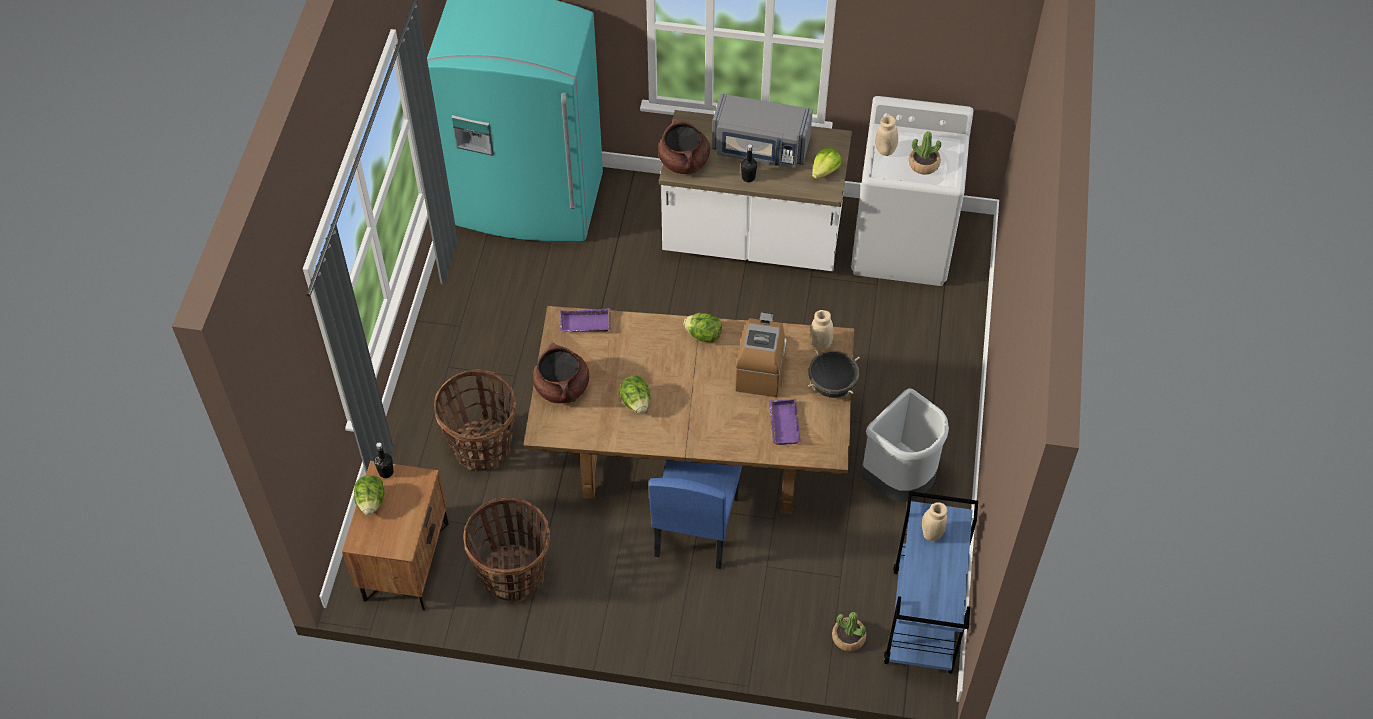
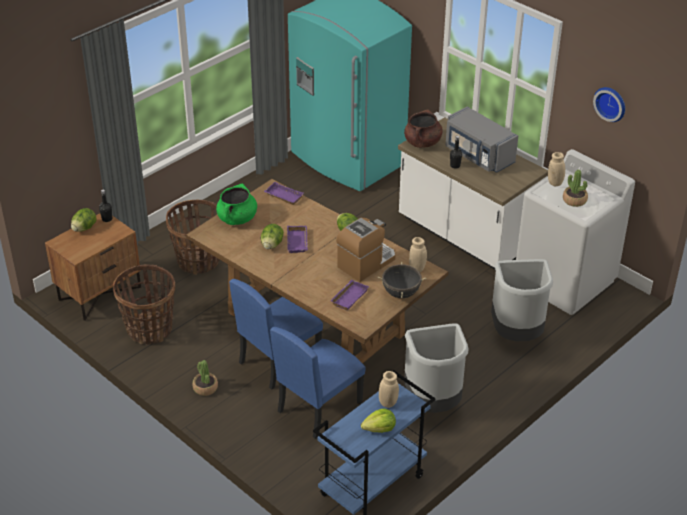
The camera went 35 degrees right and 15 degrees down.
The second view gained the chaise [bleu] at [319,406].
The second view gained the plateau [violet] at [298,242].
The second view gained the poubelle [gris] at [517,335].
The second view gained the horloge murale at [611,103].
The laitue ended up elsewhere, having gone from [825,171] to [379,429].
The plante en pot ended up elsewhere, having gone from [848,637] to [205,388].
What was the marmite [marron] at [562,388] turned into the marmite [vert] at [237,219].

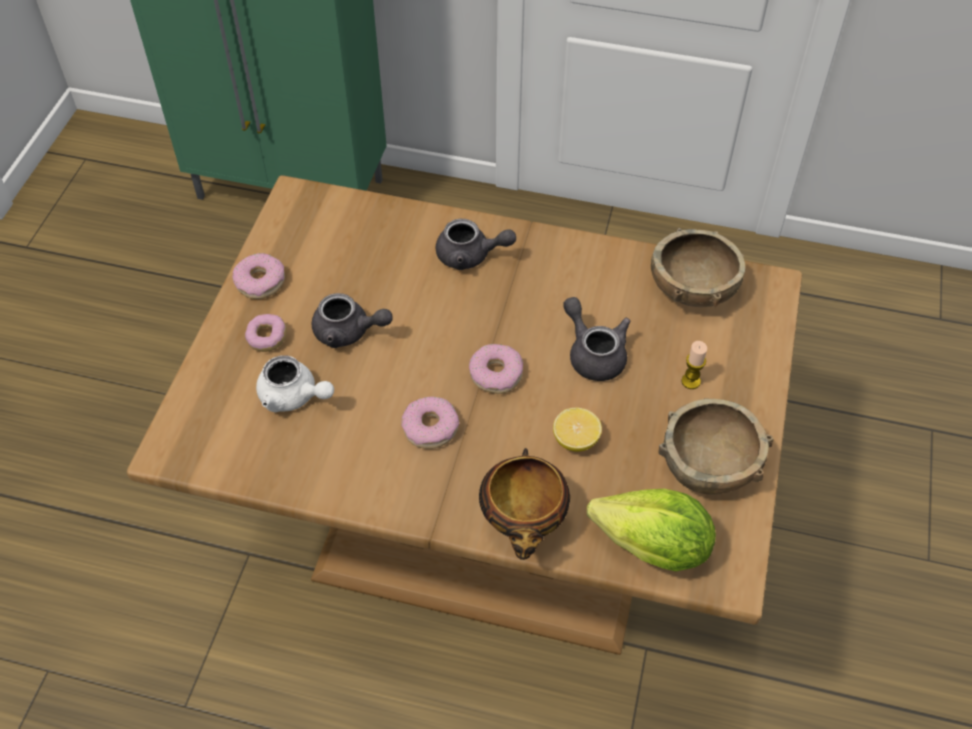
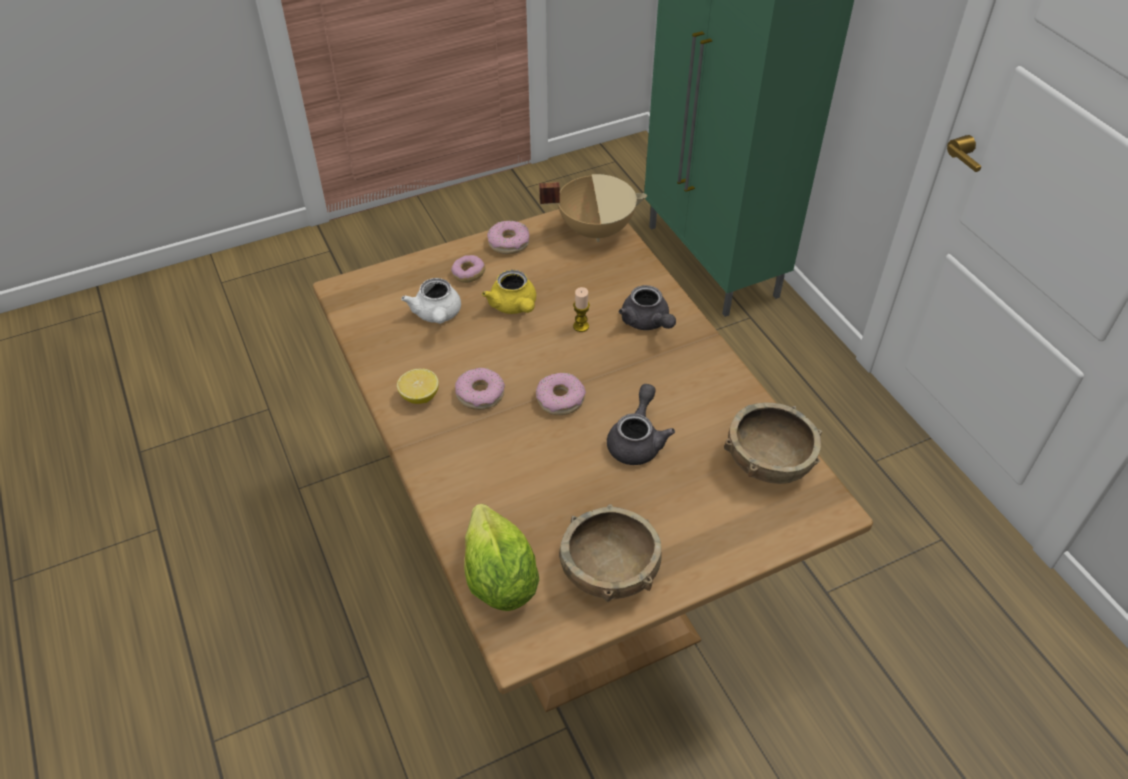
The camera went 50 degrees right and 5 degrees down.
The second view lost the bol at [524,524].
The second view gained the marmite [beige] at [595,229].
The citron ended up elsewhere, having gone from [575,440] to [419,396].
The bougie ended up elsewhere, having gone from [690,381] to [581,326].
What was the théière [gris] at [348,332] turned into the théière [jaune] at [514,306].

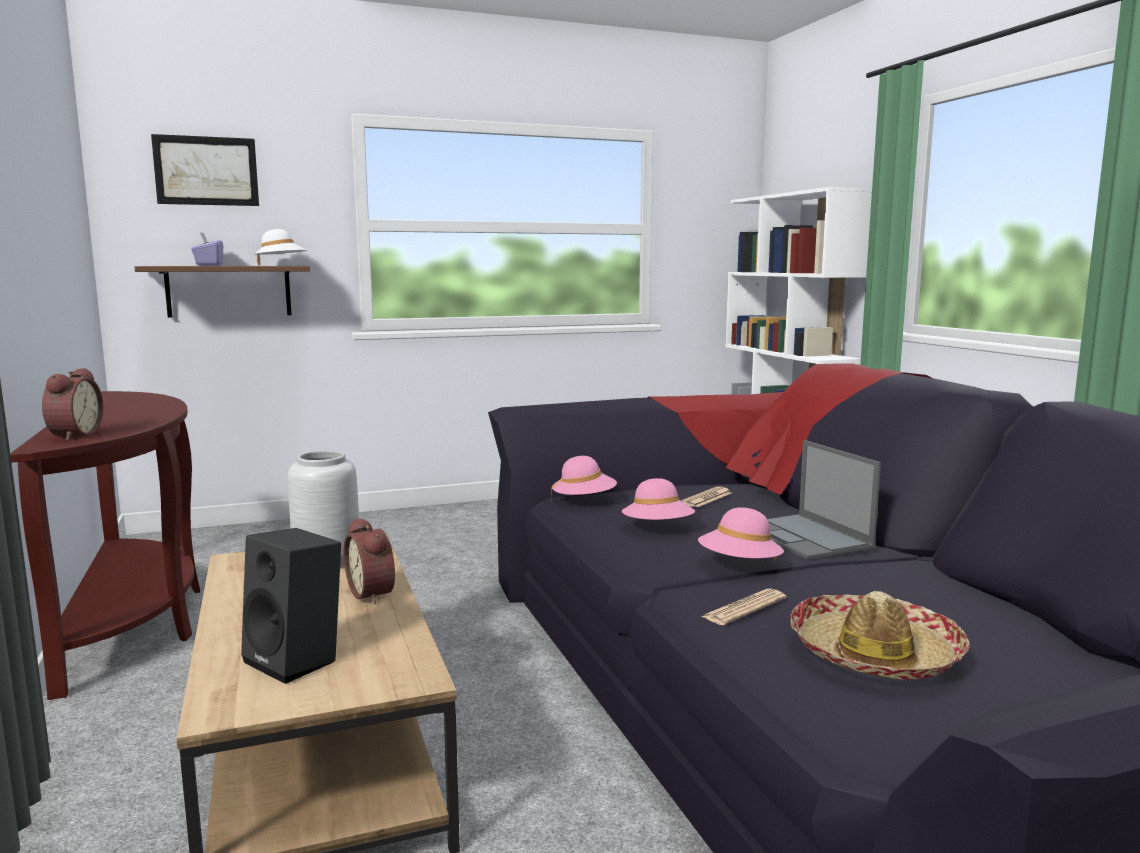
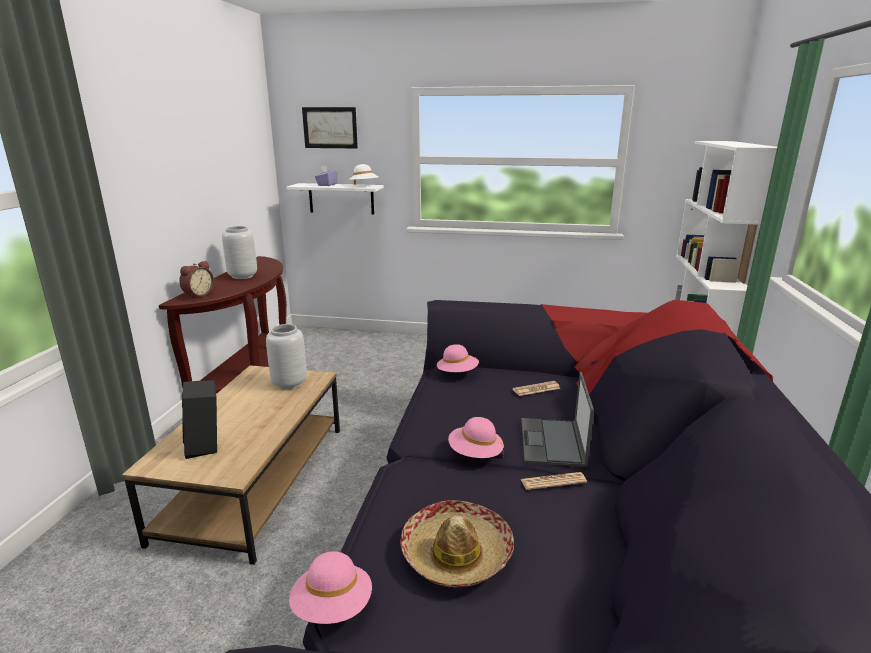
The camera went 30 degrees right and 10 degrees up.
The second view lost the réveil at [374,593].
The second view gained the vase [gris] at [243,276].
The chapeau [rose] ended up elsewhere, having gone from [658,528] to [333,607].
The journal ended up elsewhere, having gone from [744,608] to [553,481].
What was the étagère [marron] at [229,291] turned into the étagère [blanc] at [341,198].

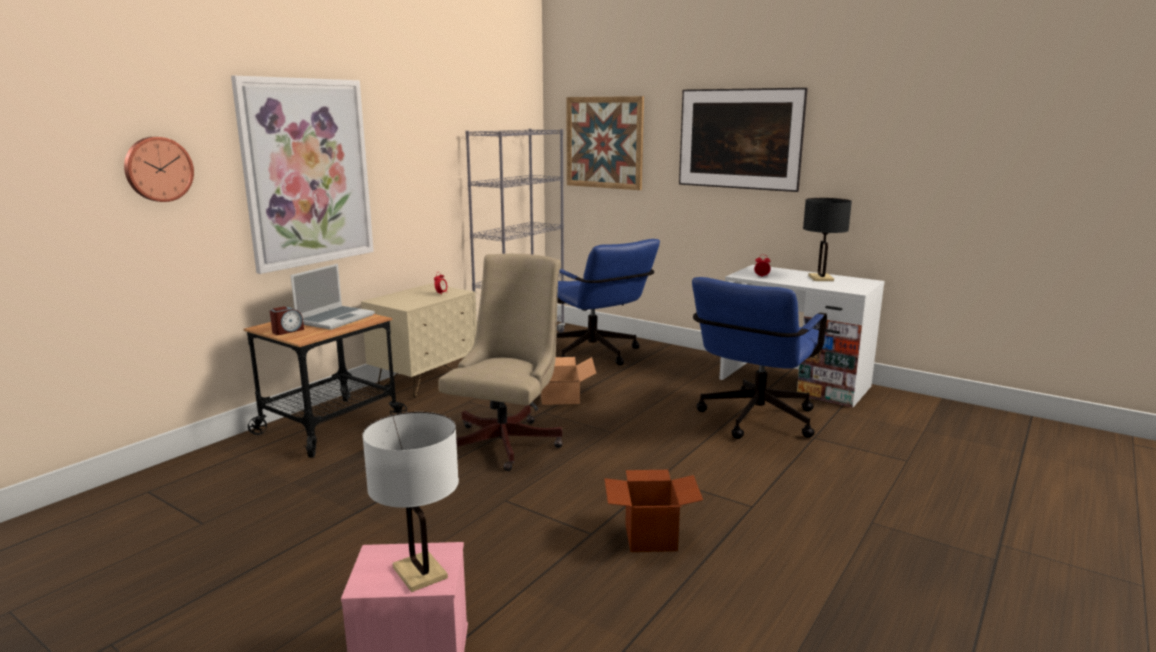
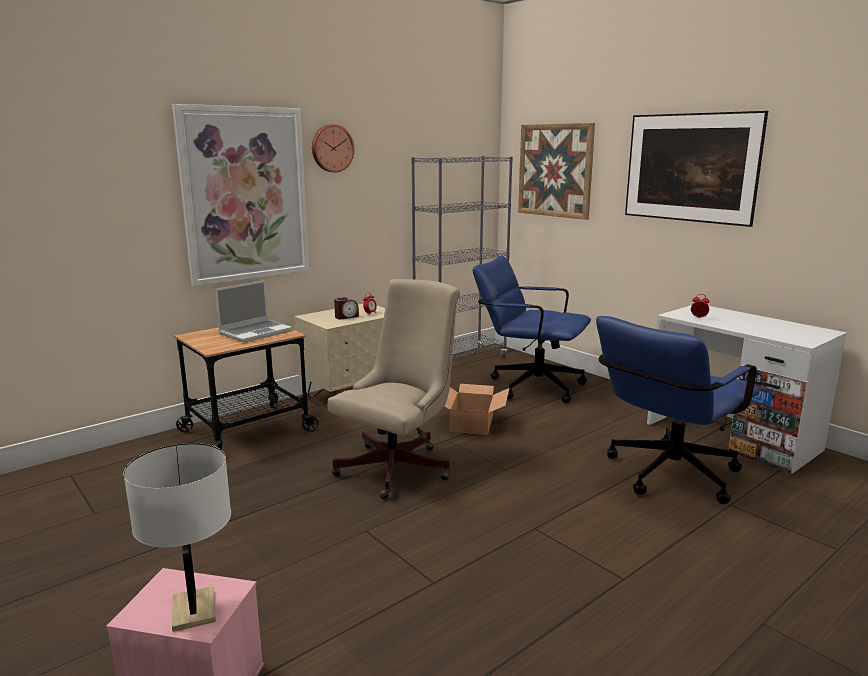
The camera went 15 degrees right and 0 degrees up.
The second view lost the carton at [651,537].
The second view lost the lampe de table [noir] at [820,278].
The horloge murale ended up elsewhere, having gone from [158,169] to [331,148].
The réveil ended up elsewhere, having gone from [287,331] to [346,317].
The chaise de bureau [bleu] at [597,355] ended up facing another way, 135 degrees clockwise from before.

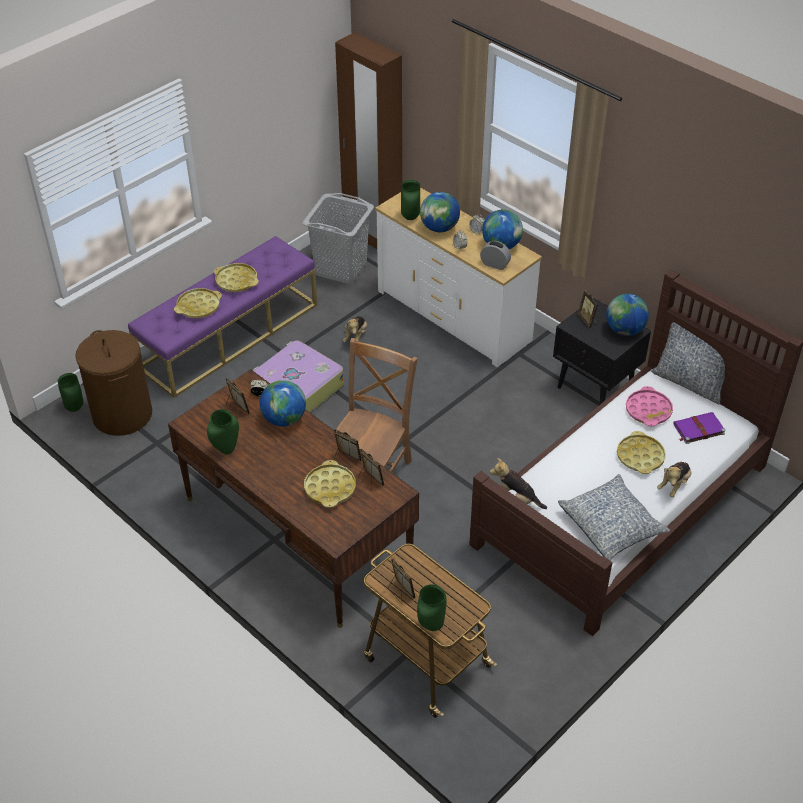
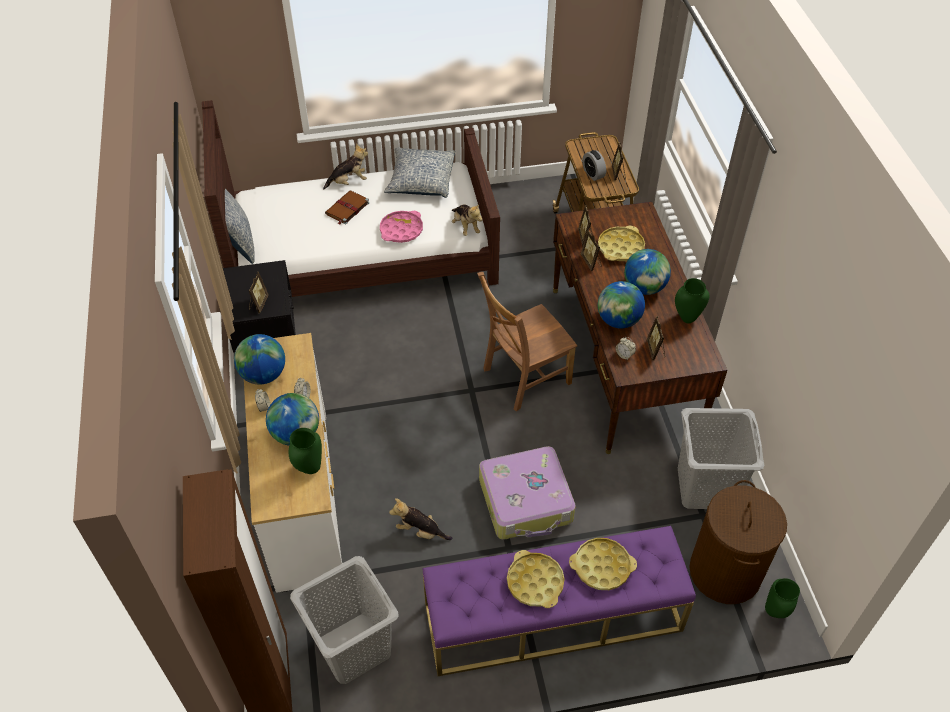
The camera went 145 degrees left and 5 degrees up.
The second view lost the vase [vert] at [431,626].
The second view lost the livre [violet] at [698,429].
The second view gained the panier à linge [gris] at [706,488].
The réveil ended up elsewhere, having gone from [495,264] to [593,174].
The globe ended up elsewhere, having gone from [624,330] to [644,287].
The plateau [rose] ended up elsewhere, having gone from [648,410] to [401,230].
Where the plateau [jaune] stood at [640,456], the livre [marron] came to stand at [347,209].
The peluche at [356,336] ended up facing another way, 120 degrees counterclockwise from before.

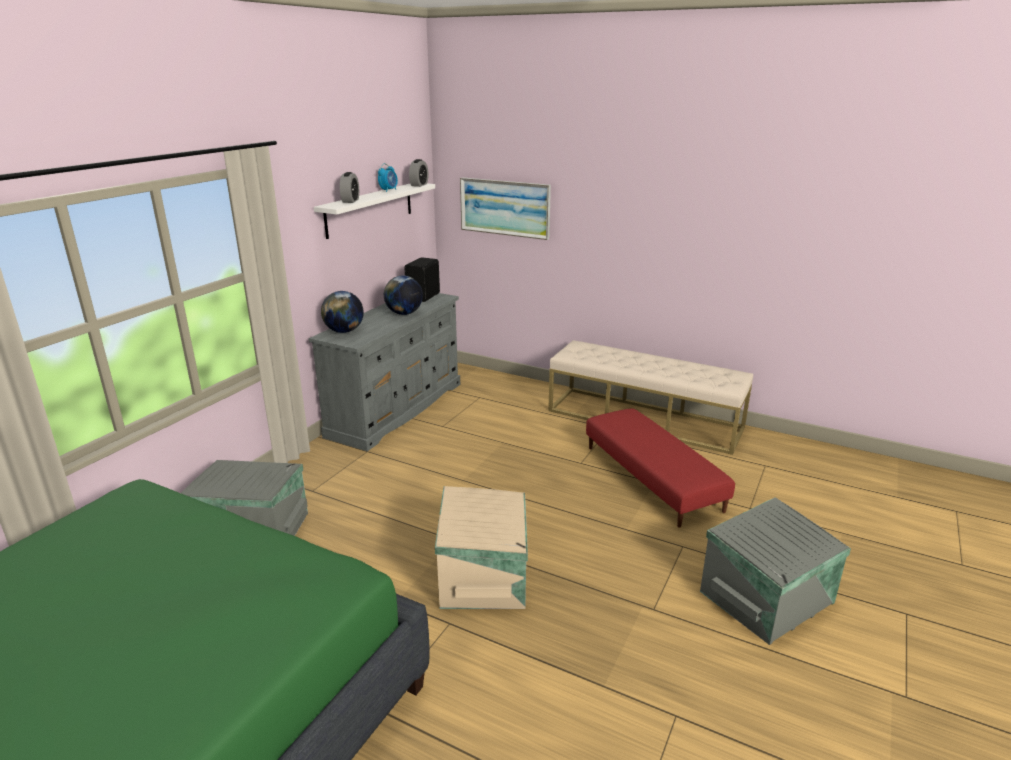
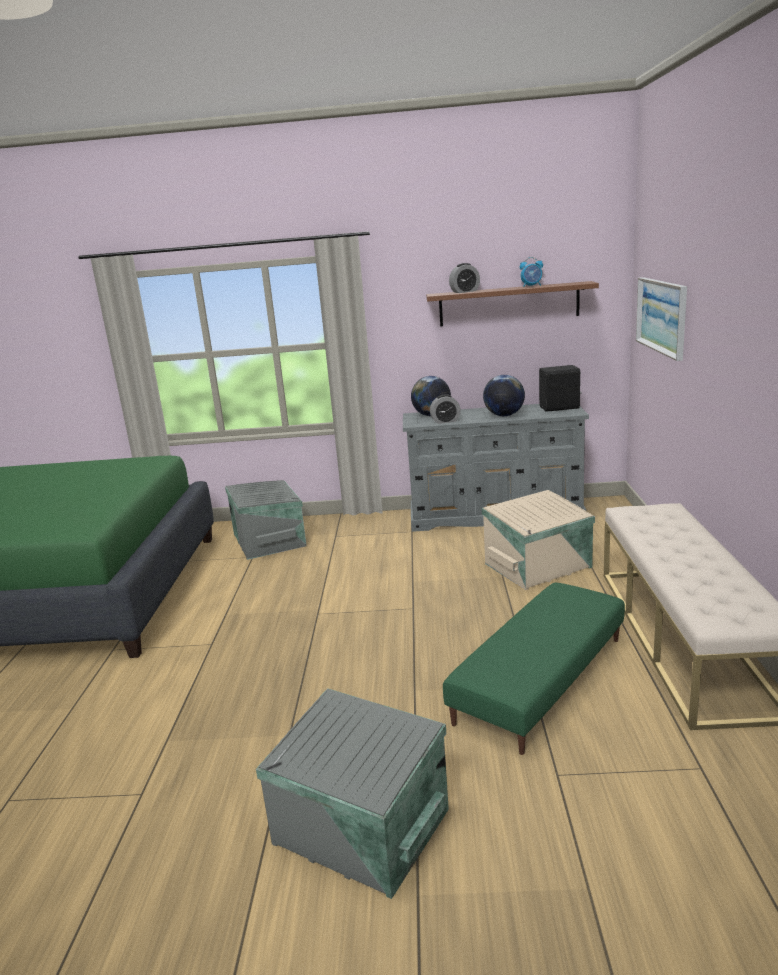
The camera went 65 degrees right and 5 degrees down.
The réveil ended up elsewhere, having gone from [419,185] to [445,421].
The boîte de rangement [beige] ended up elsewhere, having gone from [485,573] to [539,566].
What was the étagère [blanc] at [370,209] turned into the étagère [marron] at [509,304].
What was the pouf [rouge] at [652,478] turned into the pouf [vert] at [541,679].

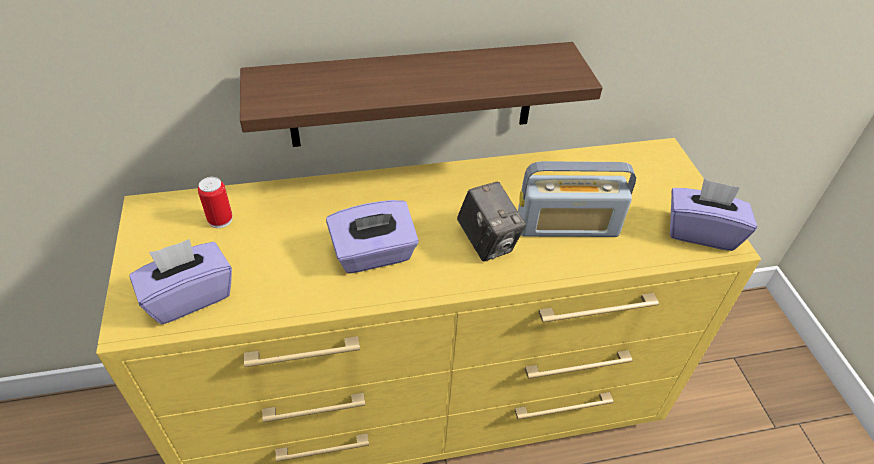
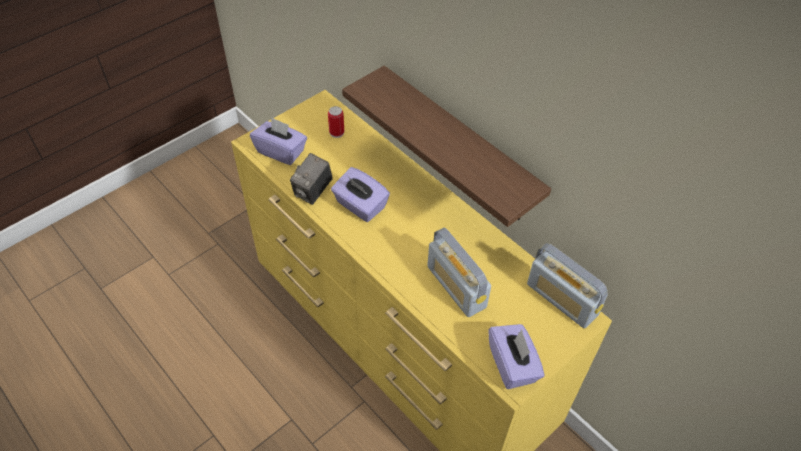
The camera went 60 degrees right and 5 degrees up.
The second view gained the radio at [562,299].
The appareil photo ended up elsewhere, having gone from [487,242] to [313,192].

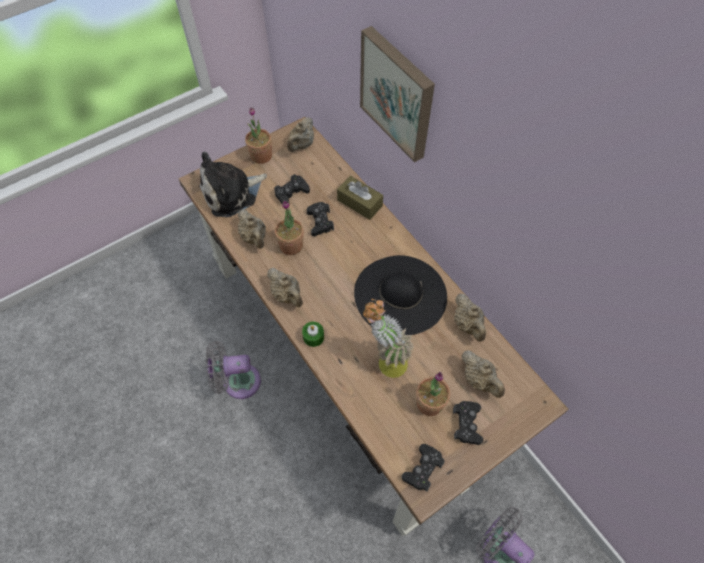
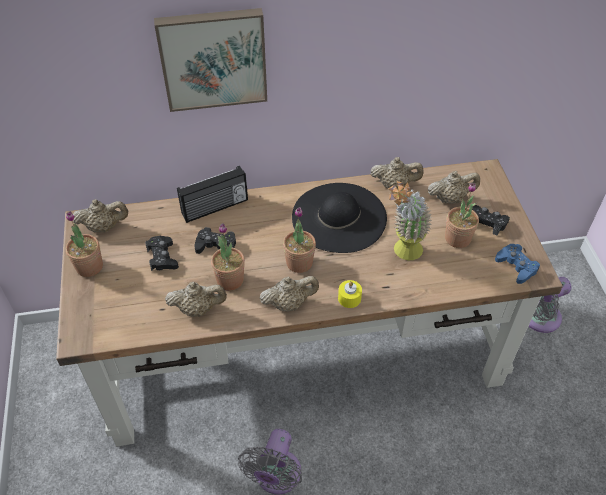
The camera went 65 degrees left and 10 degrees down.
The second view lost the peluche at [232,193].
The second view gained the plante en pot at [299,263].
Where the boîte à mouchoirs [marron] stood at [359,203], the radio came to stand at [215,208].
What was the bougie [vert] at [313,337] turned into the bougie [jaune] at [349,298].
What was the manette [noir] at [423,469] turned into the manette [bleu] at [516,266].
The théière [beige] at [301,145] ended up facing another way, 60 degrees counterclockwise from before.

